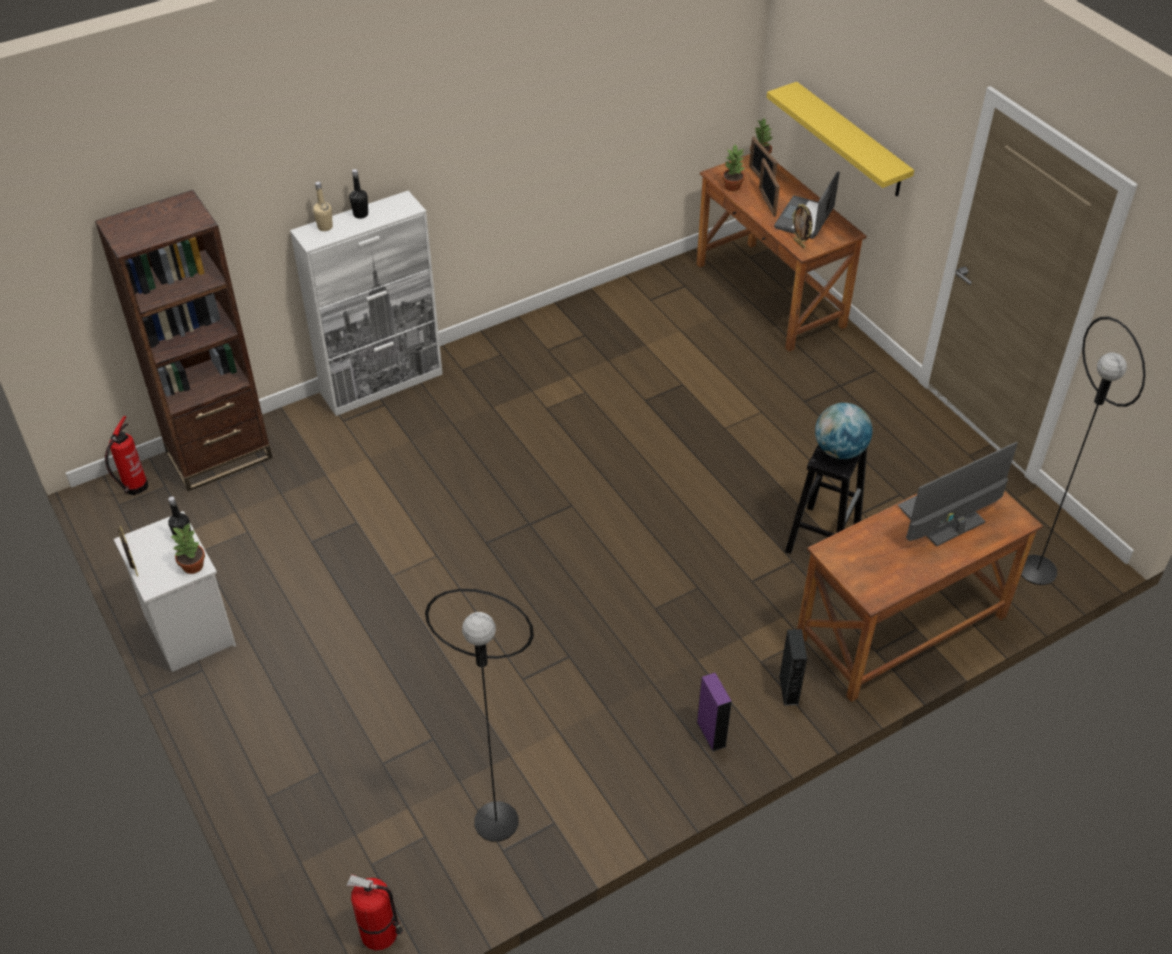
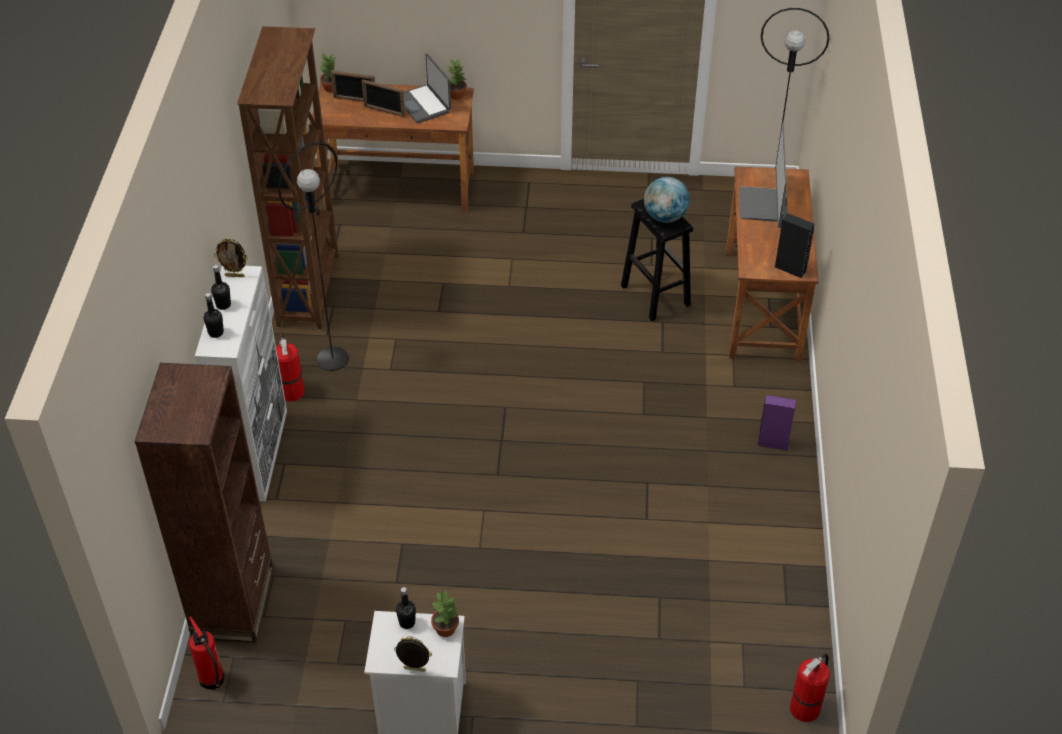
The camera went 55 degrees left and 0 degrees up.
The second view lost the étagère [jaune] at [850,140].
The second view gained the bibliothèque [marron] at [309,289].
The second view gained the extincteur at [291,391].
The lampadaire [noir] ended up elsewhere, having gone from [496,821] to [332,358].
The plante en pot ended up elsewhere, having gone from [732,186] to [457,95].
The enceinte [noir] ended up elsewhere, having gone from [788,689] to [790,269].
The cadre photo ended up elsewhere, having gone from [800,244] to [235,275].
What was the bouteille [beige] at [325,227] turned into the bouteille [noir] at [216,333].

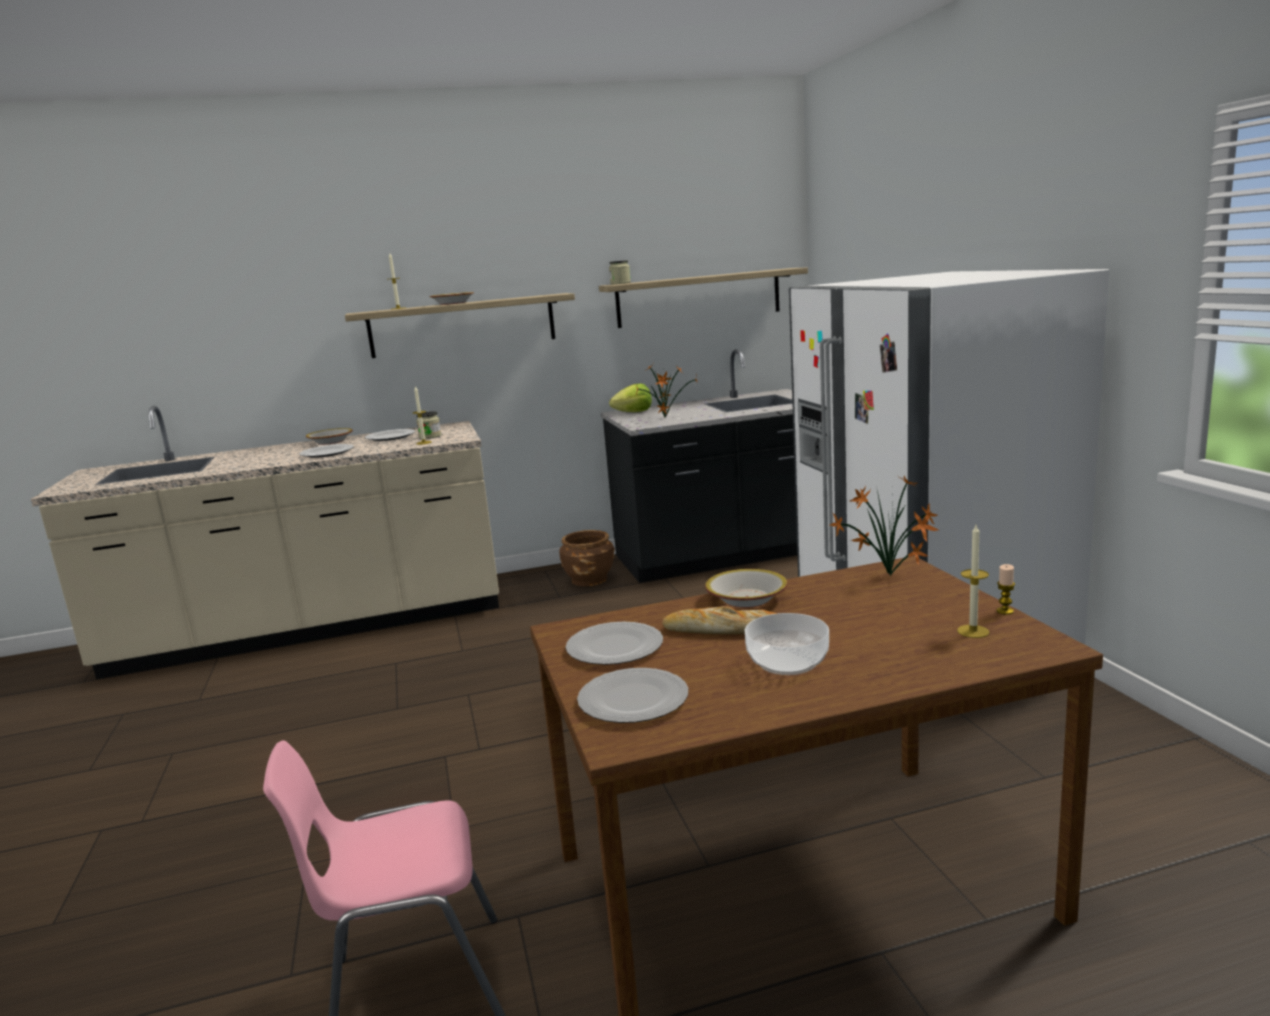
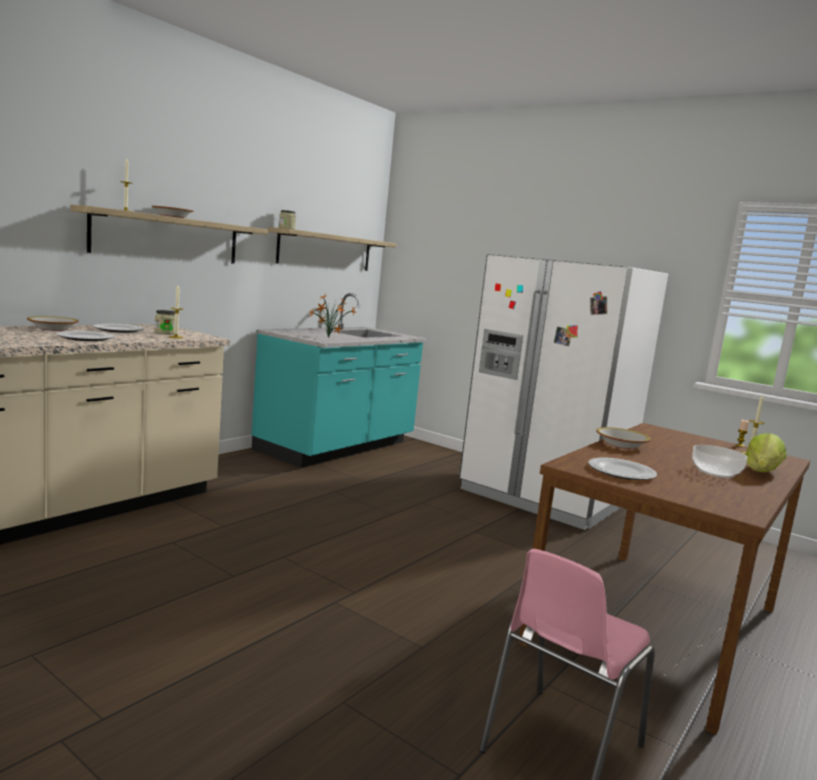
The camera went 40 degrees left and 5 degrees down.
The second view lost the cache-pot [marron] at [589,579].
The second view lost the assiette at [634,700].
The second view lost the pain at [724,629].
The second view lost the plante en pot at [891,577].
The laitue ended up elsewhere, having gone from [634,412] to [761,472].
What was the comptoir de cuisine [noir] at [724,555] turned into the comptoir de cuisine [turquoise] at [337,447].

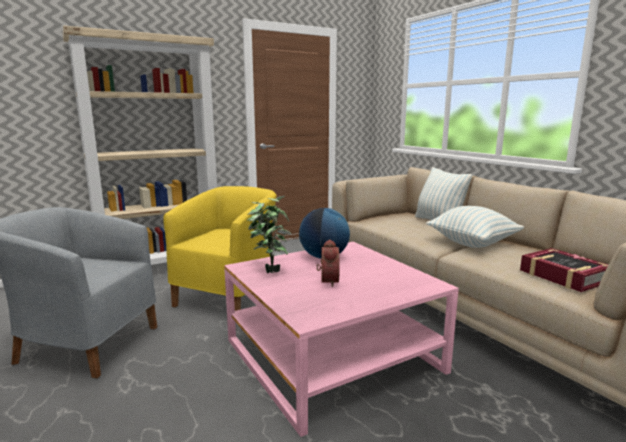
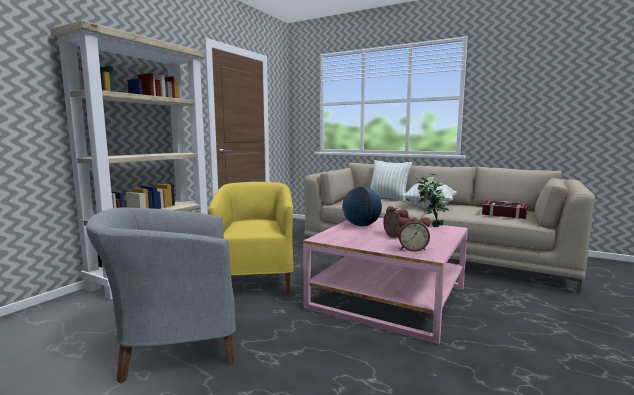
The camera went 30 degrees left and 5 degrees down.
The second view gained the réveil at [412,248].
The plante en pot ended up elsewhere, having gone from [269,270] to [430,225].

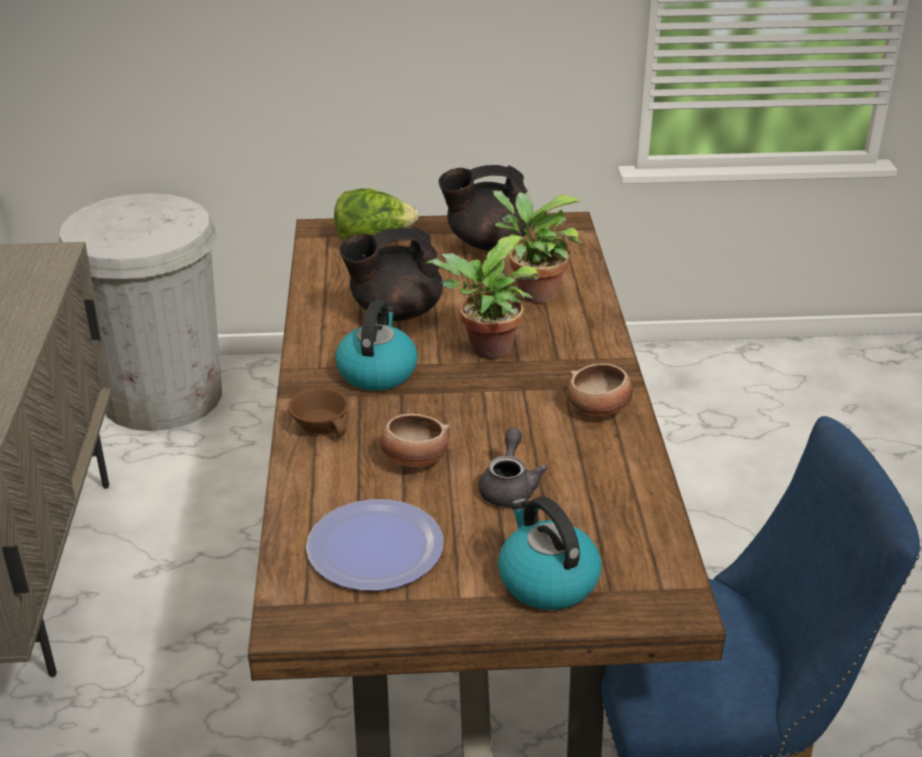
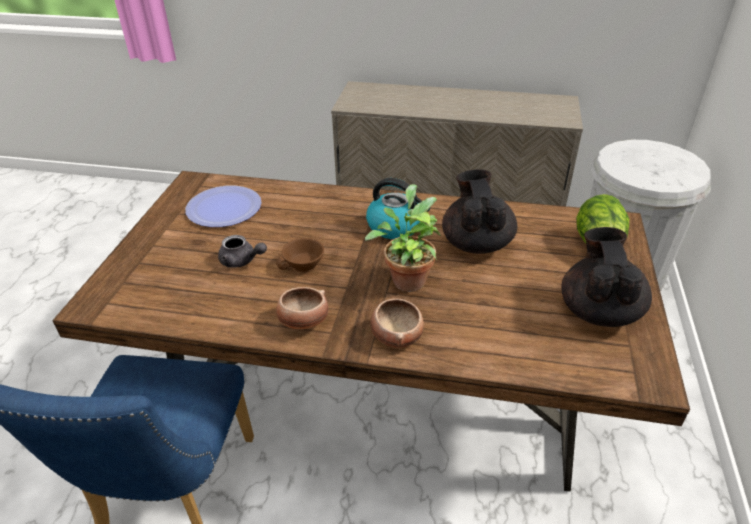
The camera went 105 degrees right and 5 degrees up.
The second view lost the plante en pot at [532,293].
The second view lost the bouilloire at [546,580].
The tasse [marron] ended up elsewhere, having gone from [323,425] to [303,266].
The bol ended up elsewhere, having gone from [413,459] to [396,335].

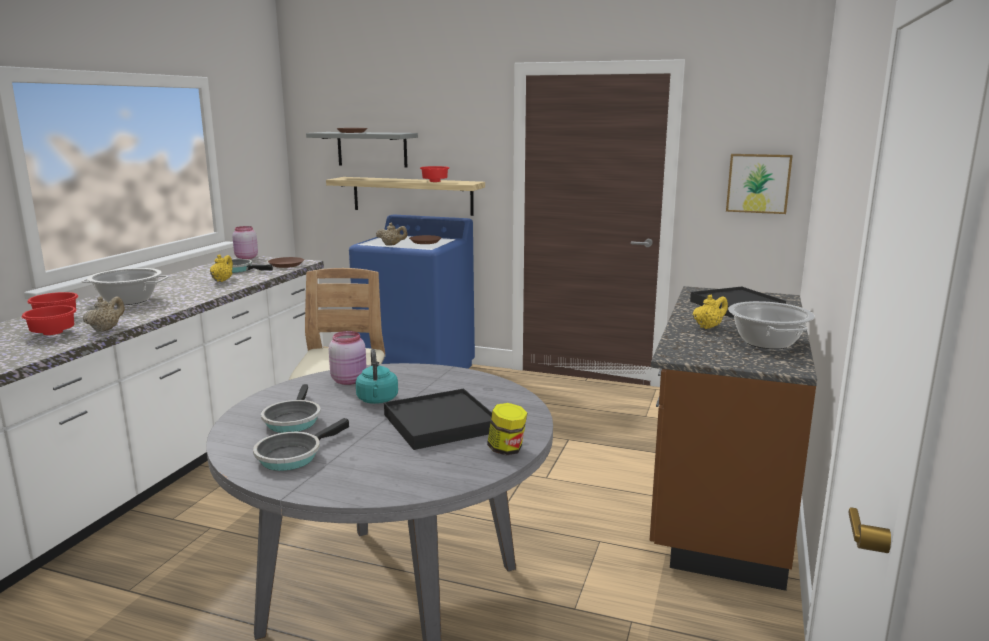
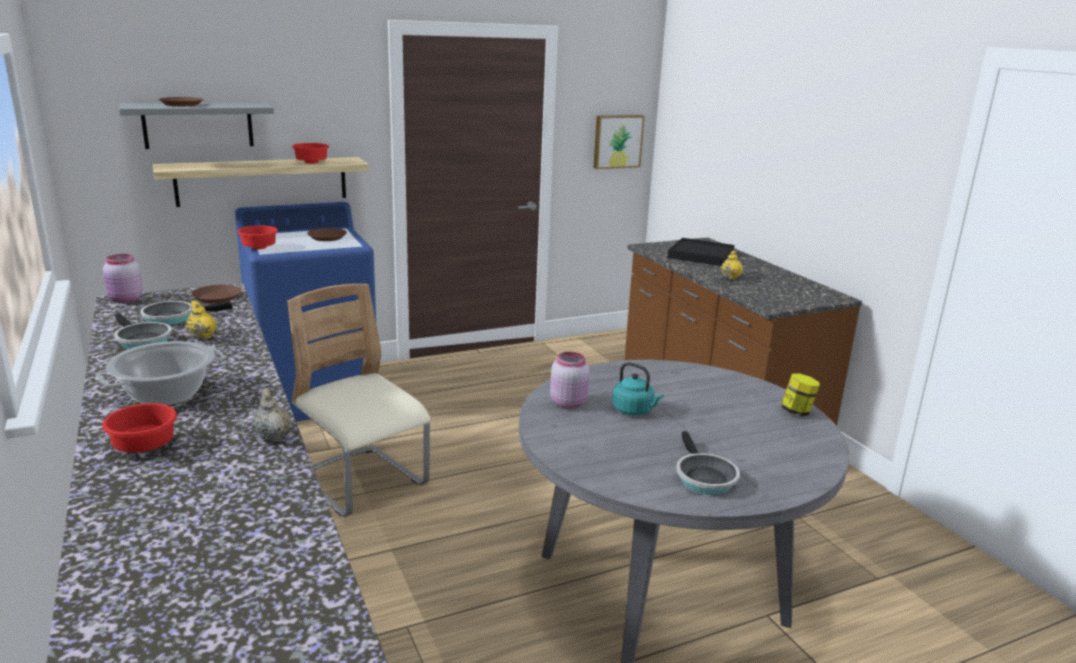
The camera went 45 degrees left and 5 degrees up.
The second view lost the théière [beige] at [392,245].
The second view lost the plateau [noir] at [440,423].
The second view lost the marmite at [766,342].
The bol [rouge] ended up elsewhere, having gone from [54,333] to [260,248].
The poêle ended up elsewhere, having gone from [292,420] to [141,340].

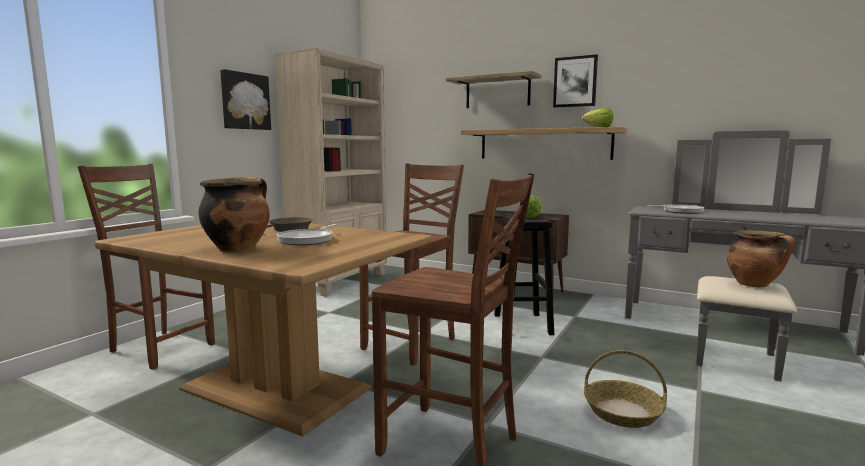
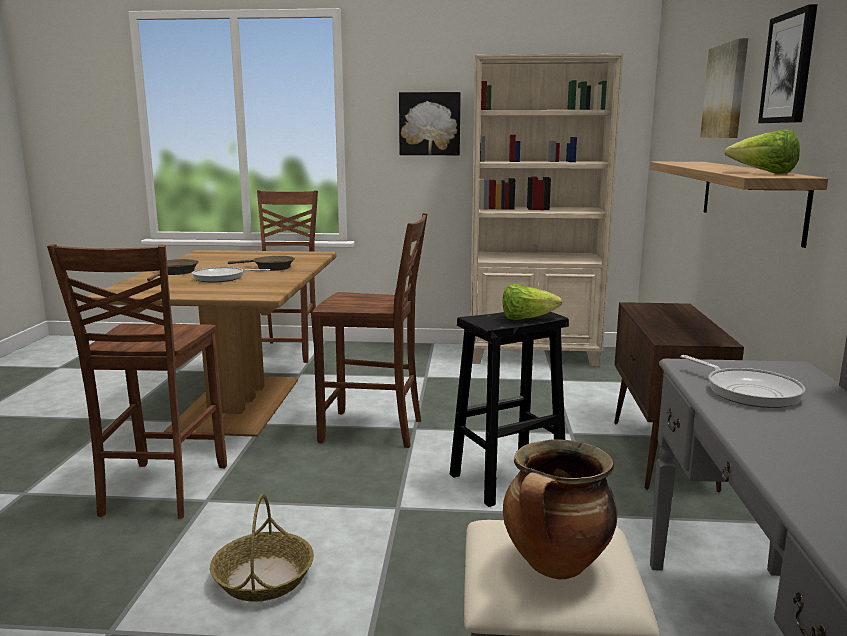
The camera went 65 degrees right and 5 degrees up.
Where the marmite stood at [238,248], the poêle [marron] came to stand at [175,272].
Where the étagère hung at [497,92], the tableau came to hang at [726,91].

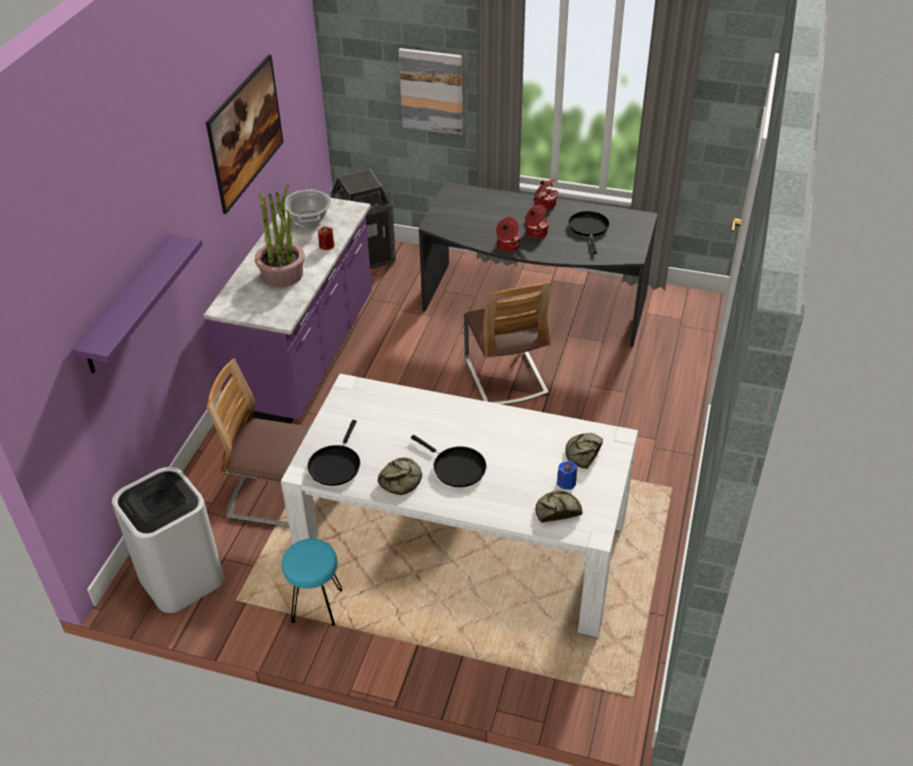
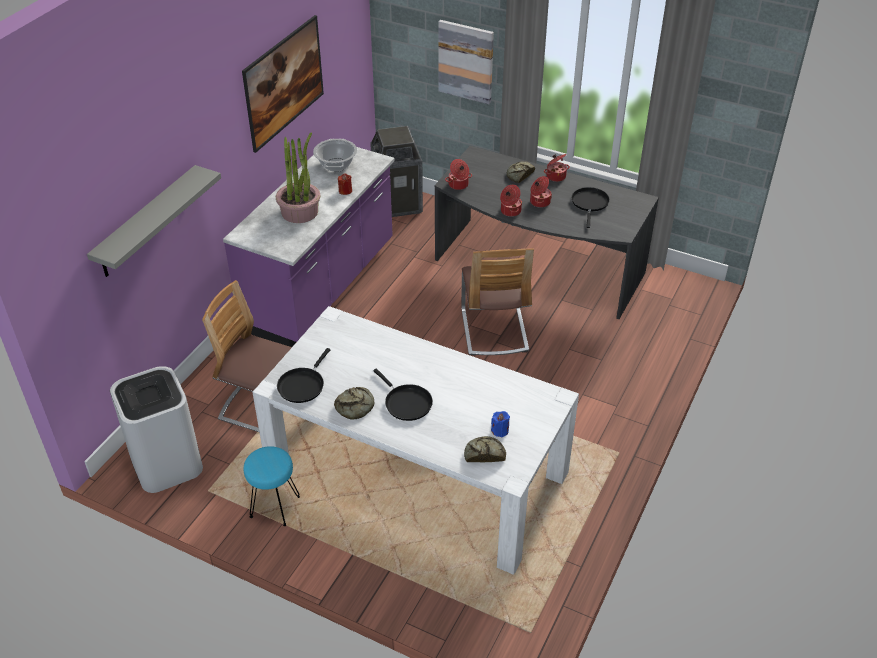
The camera went 10 degrees right and 0 degrees up.
The second view gained the marmite at [458,185].
The pain ended up elsewhere, having gone from [583,453] to [519,175].
What was the étagère [violet] at [128,305] turned into the étagère [gris] at [147,222].

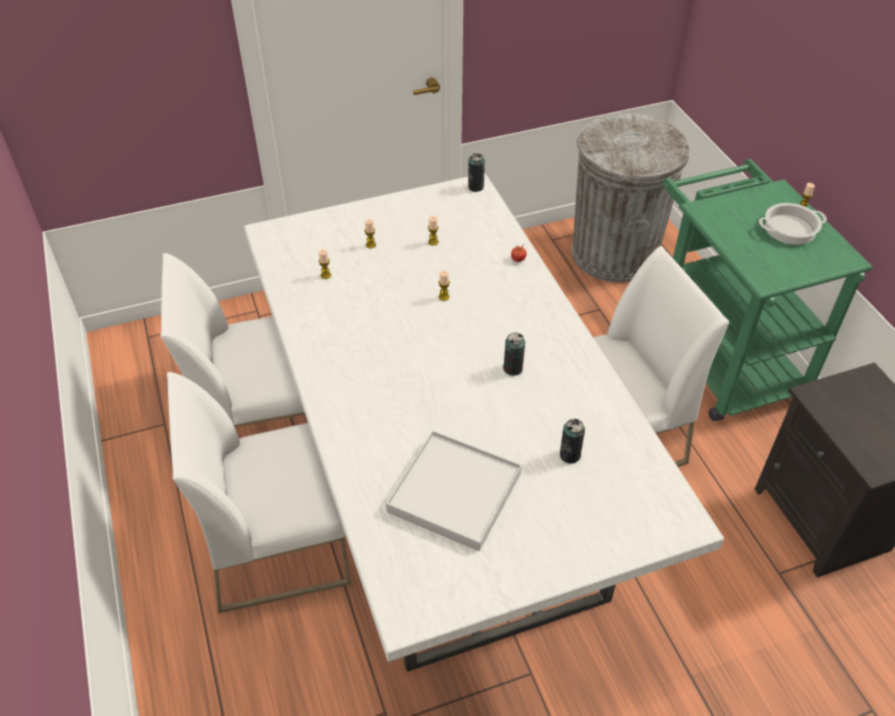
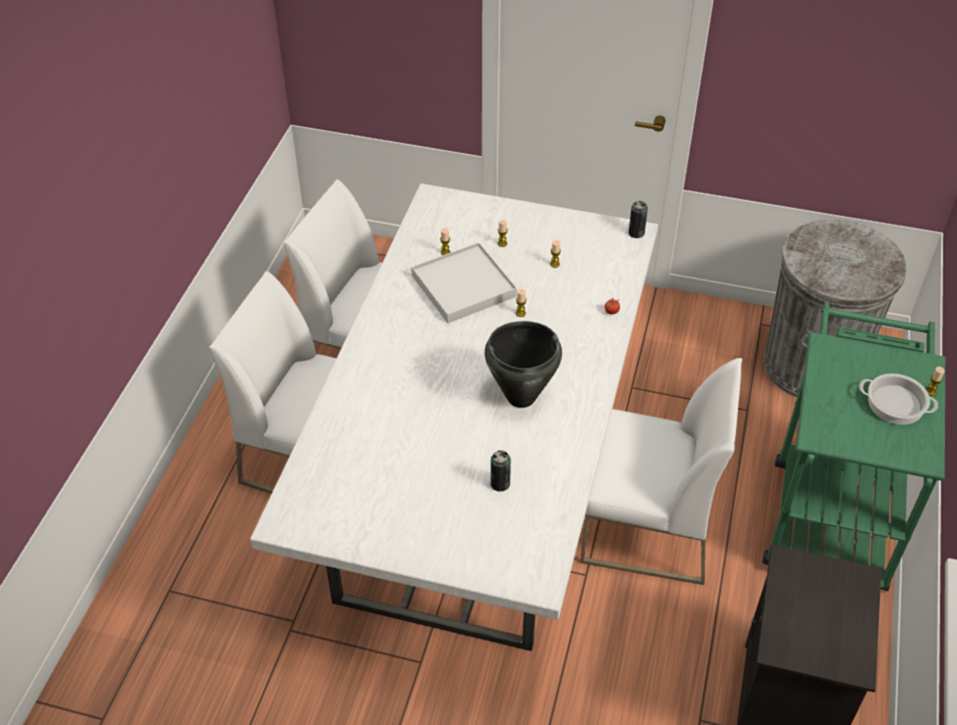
The camera went 35 degrees right and 0 degrees up.
The plateau [blanc] ended up elsewhere, having gone from [454,492] to [463,286].
Where the boîte métallique stood at [513,368], the marmite [noir] came to stand at [520,396].

